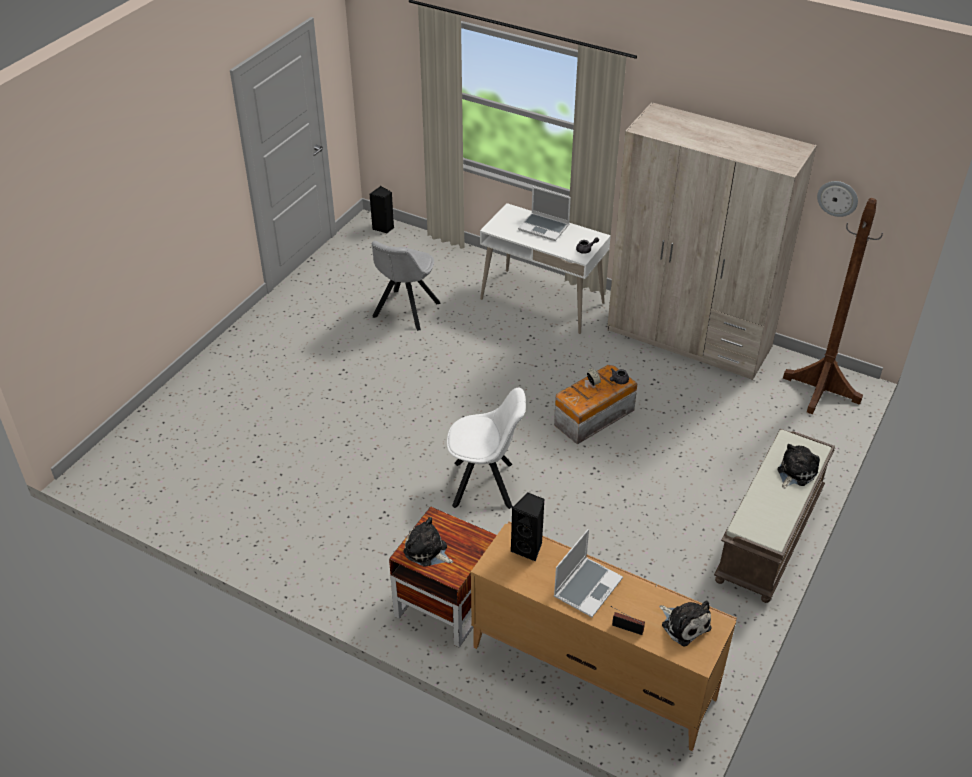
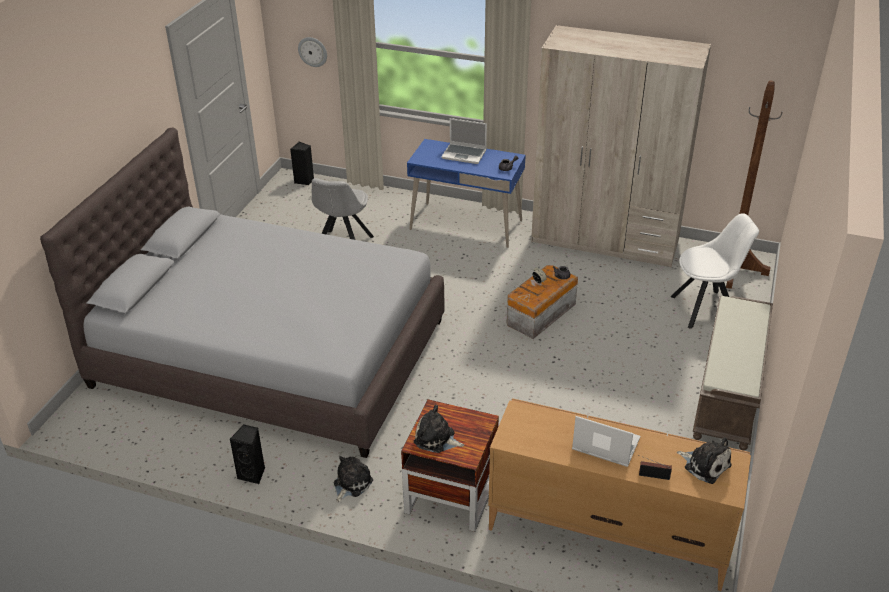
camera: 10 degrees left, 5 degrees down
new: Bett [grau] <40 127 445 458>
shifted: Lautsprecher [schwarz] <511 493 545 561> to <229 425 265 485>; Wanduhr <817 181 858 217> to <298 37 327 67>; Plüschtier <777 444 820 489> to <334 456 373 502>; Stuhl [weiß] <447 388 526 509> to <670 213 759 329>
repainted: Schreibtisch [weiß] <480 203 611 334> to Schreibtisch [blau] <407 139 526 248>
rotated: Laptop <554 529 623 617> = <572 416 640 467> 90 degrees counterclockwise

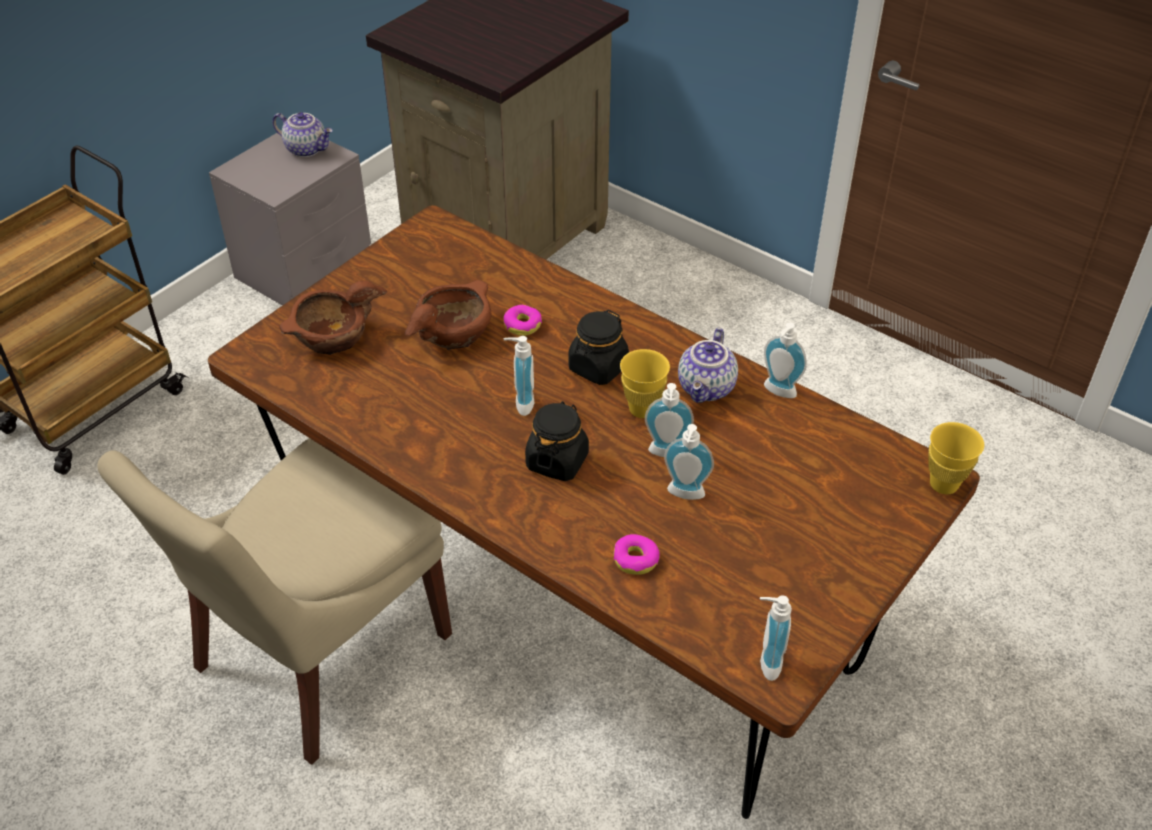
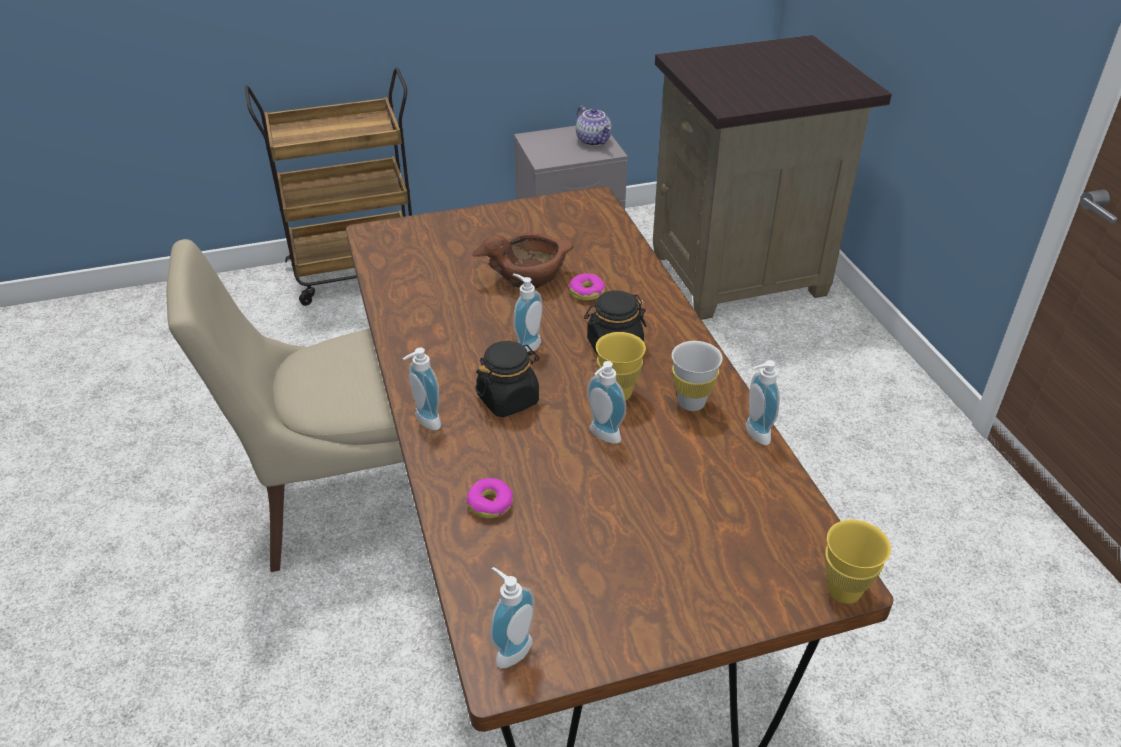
camera: 35 degrees right, 5 degrees down
gone: Schüssel [braun] <280 281 387 355>
shifted: Seifenspender <664 424 714 500> to <403 347 441 430>
swapped: Teekanne <678 328 738 403> to Tasse [weiß] <672 341 723 411>

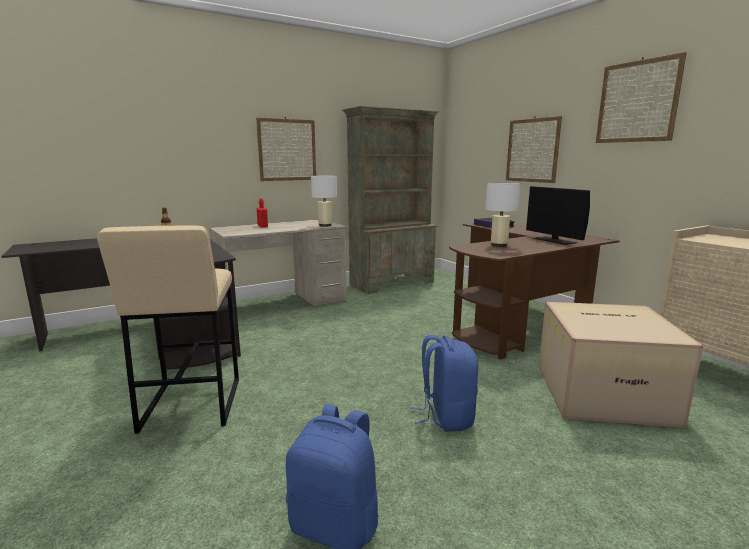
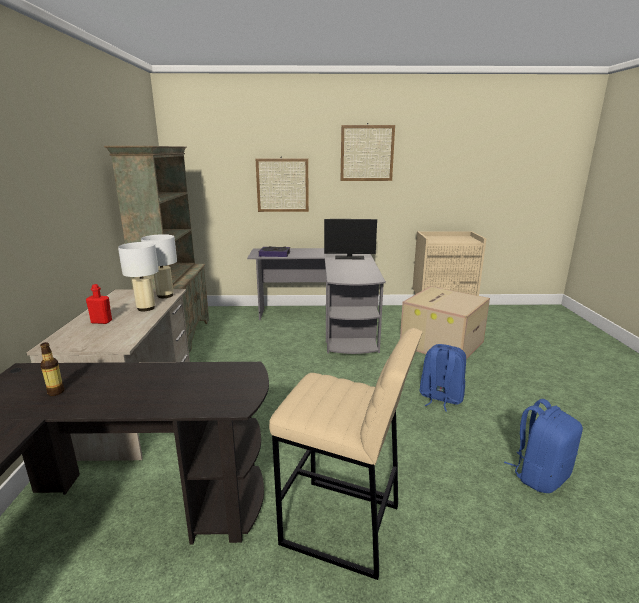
camera: 60 degrees left, 5 degrees up
gone: Bild <256 117 316 181>
shifted: Tischlampe [weiß] <486 183 521 247> to <118 242 159 311>
repainted: Schreibtisch [braun] <449 223 620 360> to Schreibtisch [grau] <247 248 386 354>

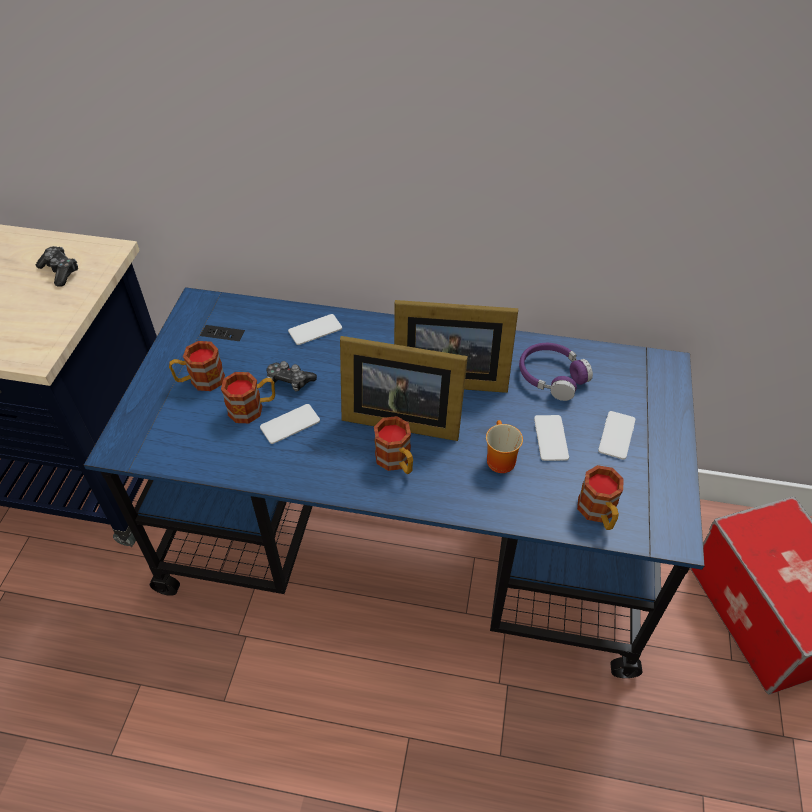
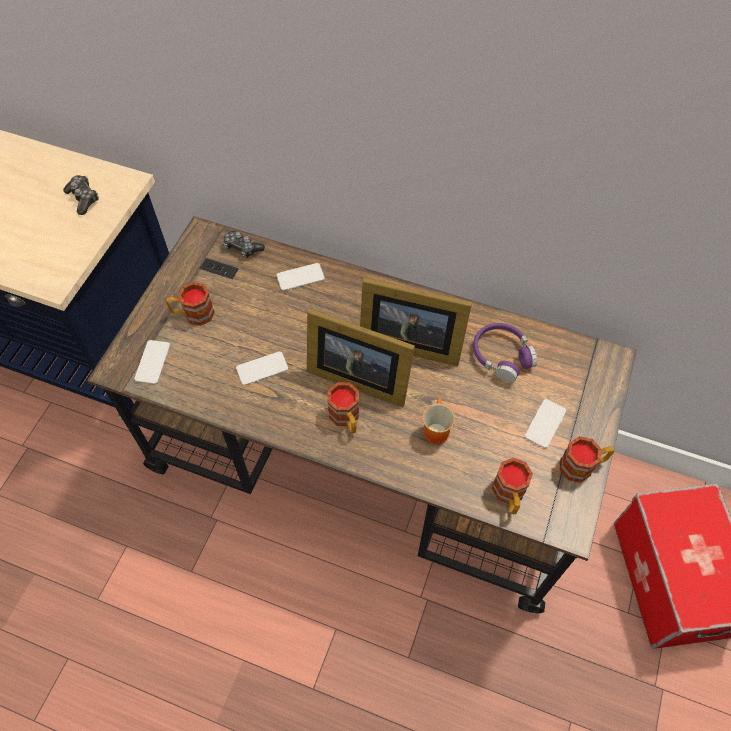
camera: 10 degrees right, 10 degrees up
shifted: Handy <534 415 569 461> to <134 340 170 384>; Gamepad <267 361 317 391> to <223 231 265 258>; Henkelbecher <221 372 275 423> to <559 436 614 483>
repainted: Schreibtisch [blau] <84 287 705 678> to Schreibtisch [braun] <87 217 637 613>

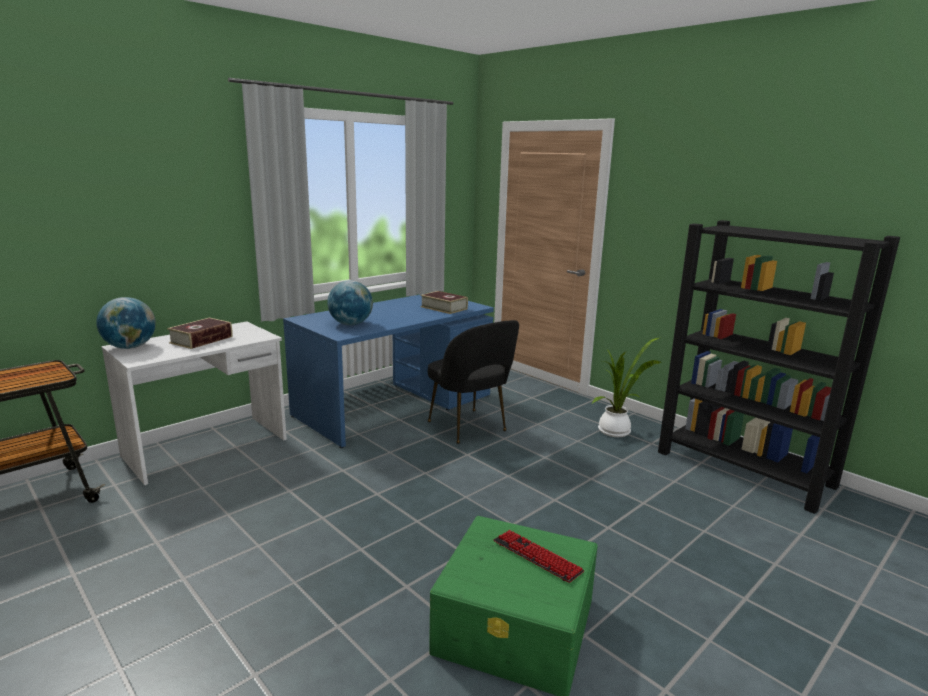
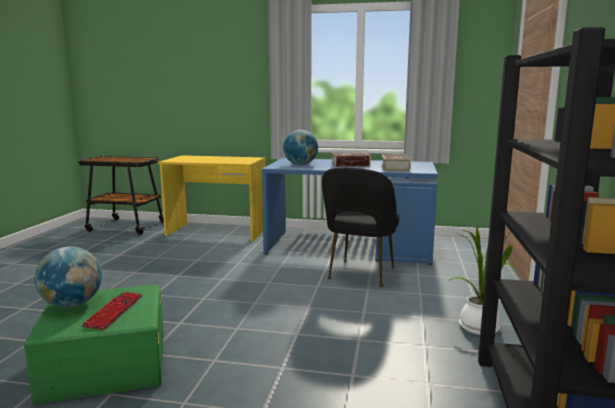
camera: 55 degrees right, 5 degrees down
shifted: Globus <96 297 156 349> to <35 246 102 308>; Buch <167 318 233 349> to <331 152 371 167>
repainted: Schreibtisch [weiß] <101 321 287 485> to Schreibtisch [gelb] <158 155 265 241>

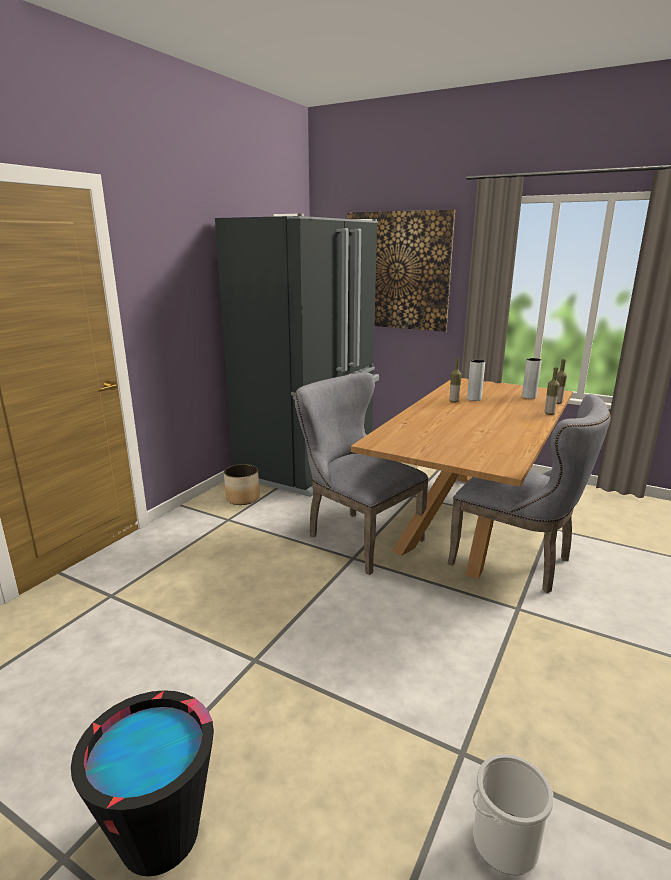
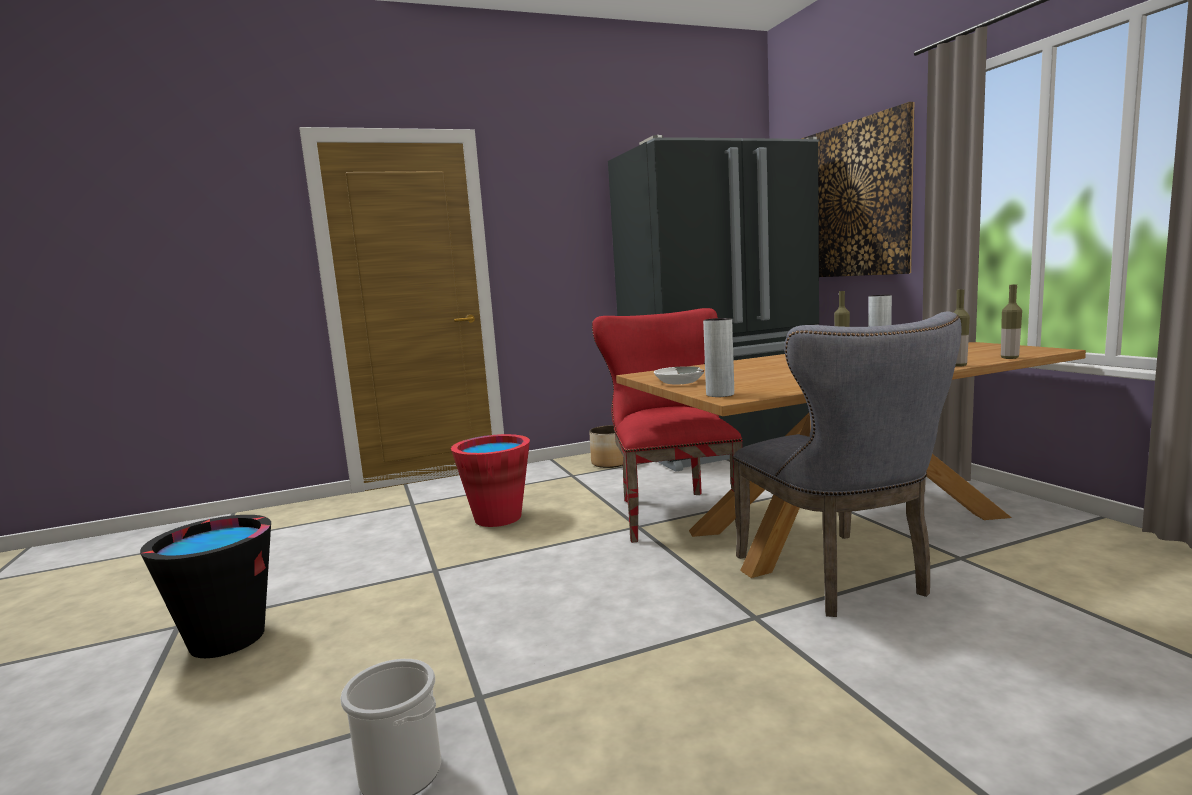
camera: 40 degrees right, 10 degrees down
new: Eimer [rot] <451 434 530 527>; Schüssel [weiß] <654 366 704 384>
shifted: Vase [grau] <522 358 542 399> to <703 318 734 397>
repainted: Stuhl [grau] <295 372 429 575> to Stuhl [rot] <592 308 743 543>

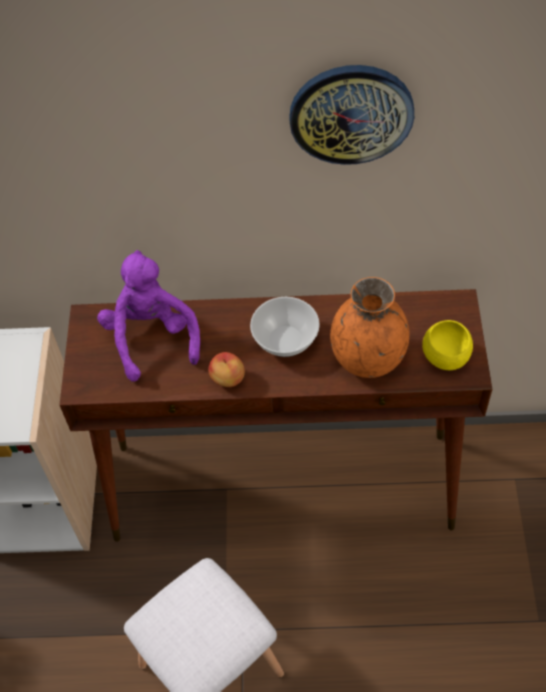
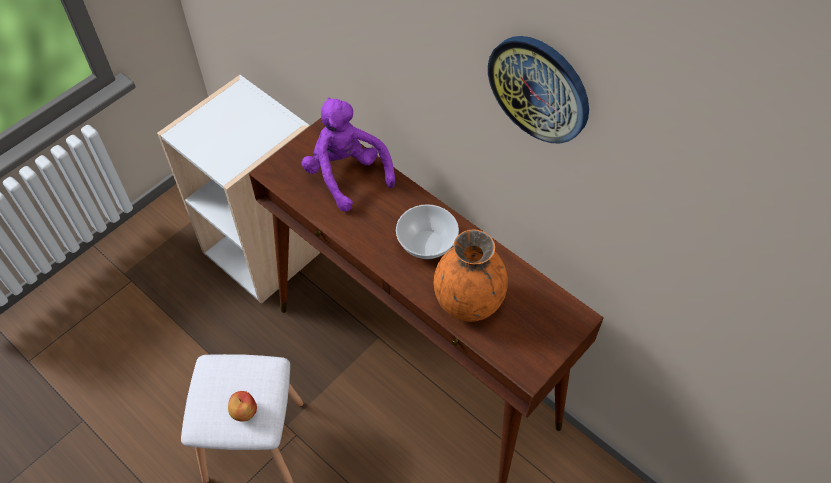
camera: 40 degrees right, 0 degrees up
gone: Schüssel [gelb] <422 320 473 370>
shifted: Apfel <208 352 245 387> to <228 391 257 421>
rotated: Plüschtier [lila] <97 250 200 382> = <302 97 395 212> 60 degrees counterclockwise

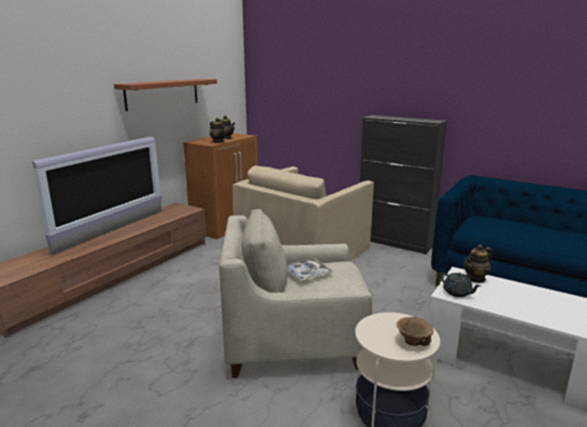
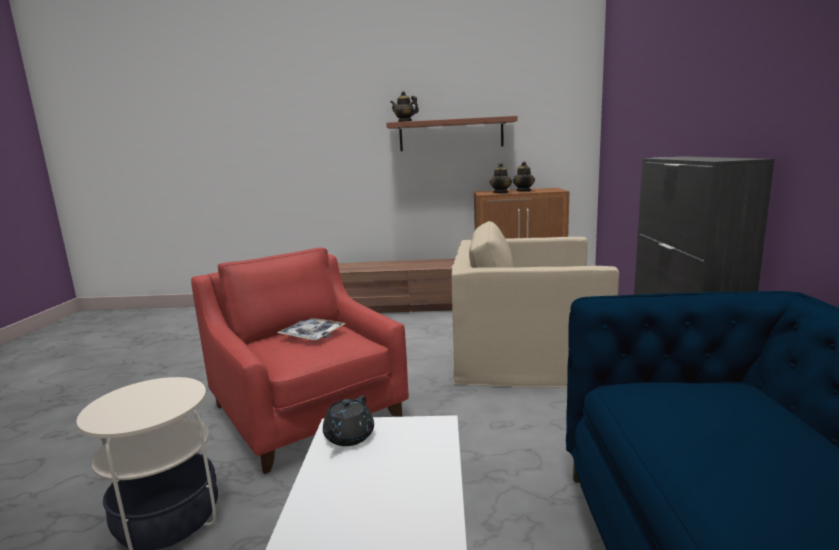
camera: 60 degrees right, 5 degrees down
gone: Fernseher <32 137 162 256>; Schüssel [braun] <396 317 433 346>
shifted: Teekanne <464 244 492 283> to <390 91 419 122>
repainted: Sessel [beige] <219 209 372 378> to Sessel [rot] <191 247 409 474>

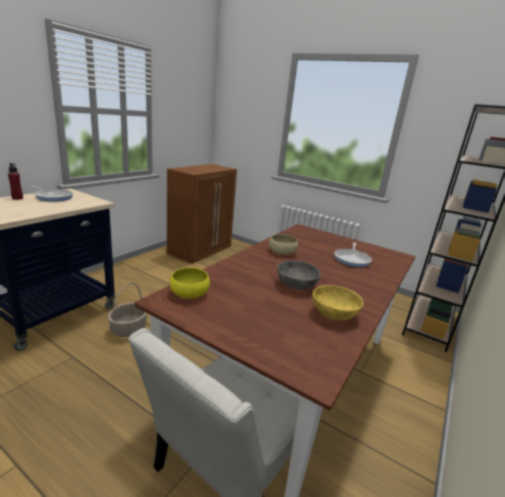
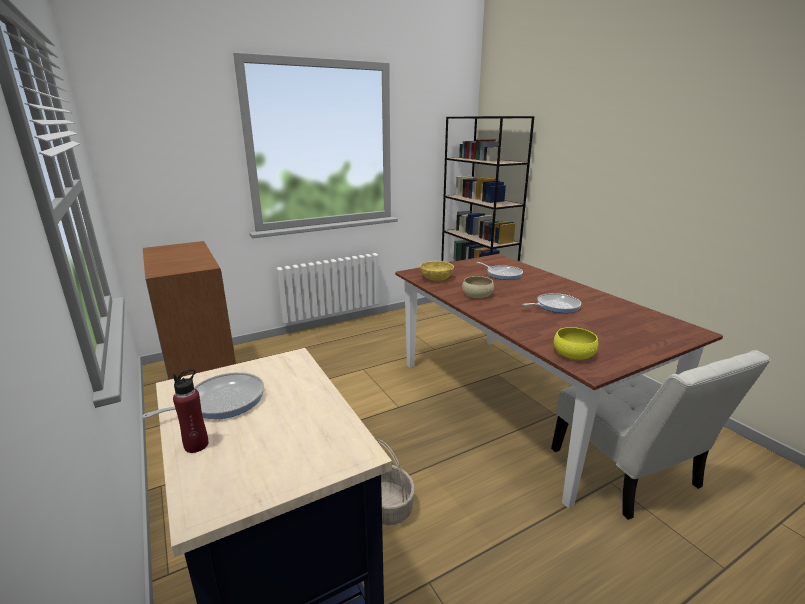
camera: 60 degrees left, 0 degrees up
shifted: Schüssel [gelb] <312 285 363 321> to <420 261 454 281>
swapped: Schüssel [grau] <278 261 321 290> to Pfanne <522 293 581 313>

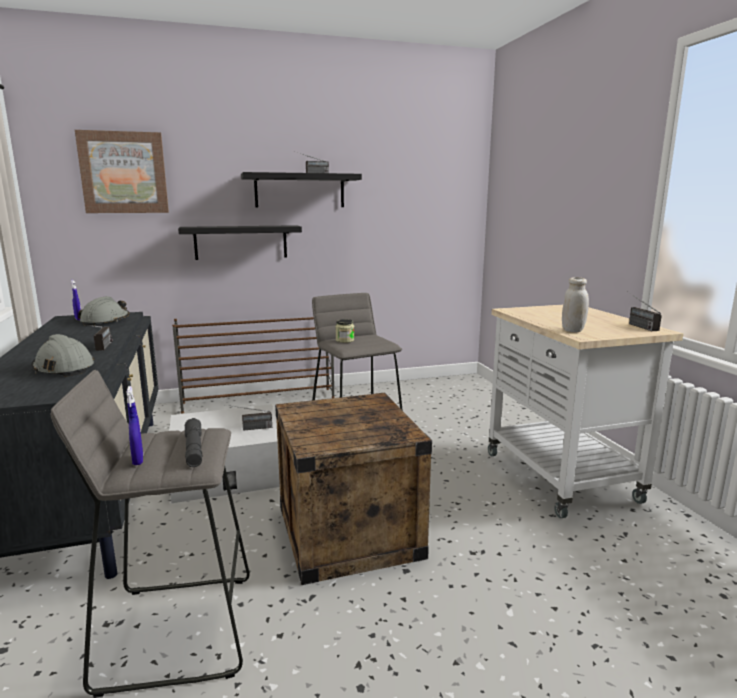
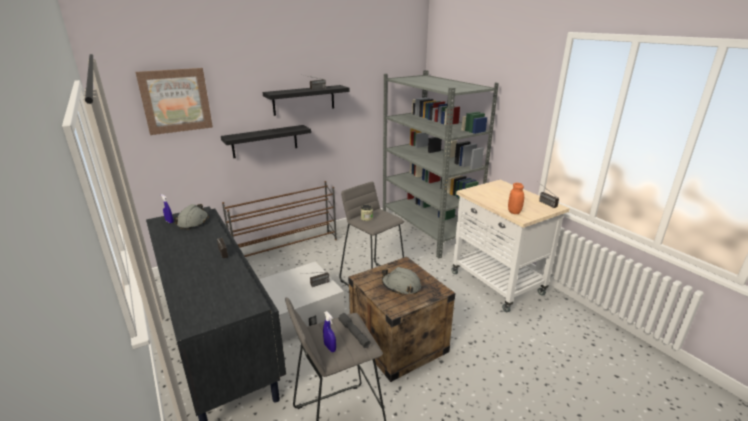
camera: 15 degrees left, 10 degrees up
new: Bücherregal [grau] <383 70 499 258>
shifted: Schutzhelm [grau] <31 334 94 377> to <381 267 421 294>
repainted: Vorratsglas [weiß] <562 277 589 332> to Vorratsglas [orange] <508 183 524 214>

